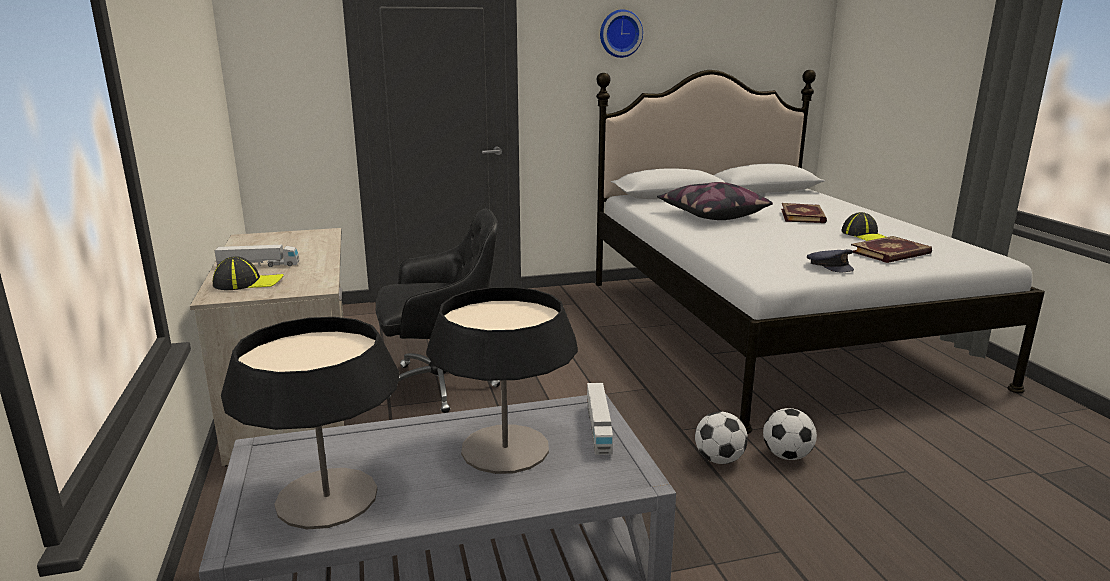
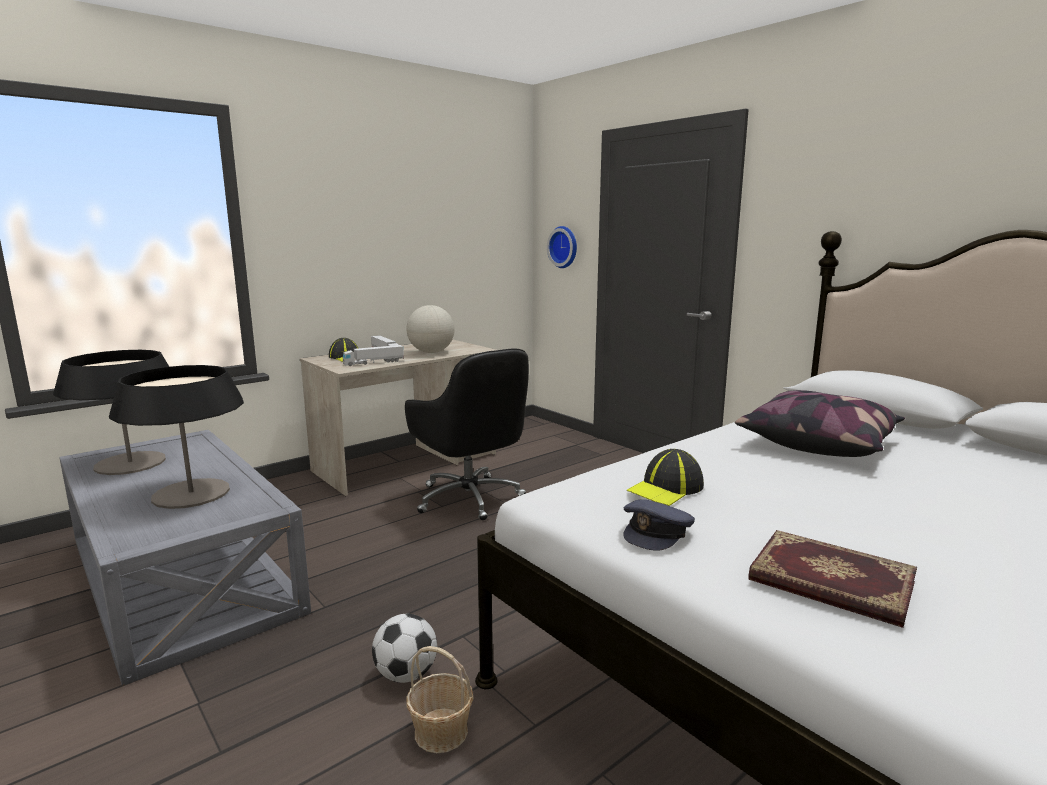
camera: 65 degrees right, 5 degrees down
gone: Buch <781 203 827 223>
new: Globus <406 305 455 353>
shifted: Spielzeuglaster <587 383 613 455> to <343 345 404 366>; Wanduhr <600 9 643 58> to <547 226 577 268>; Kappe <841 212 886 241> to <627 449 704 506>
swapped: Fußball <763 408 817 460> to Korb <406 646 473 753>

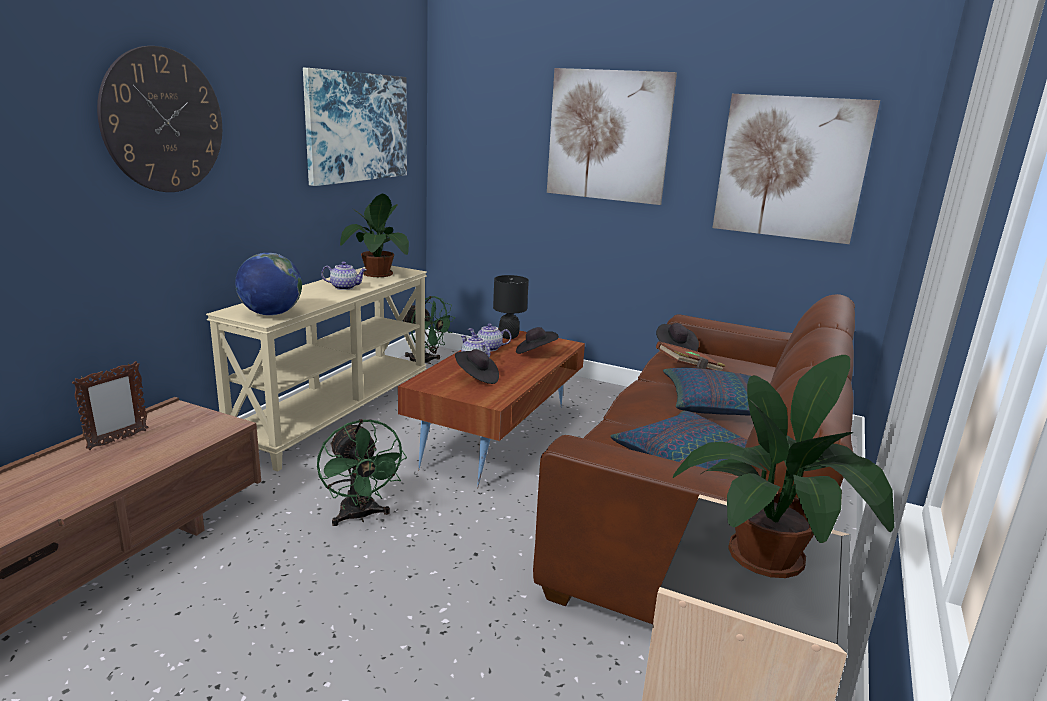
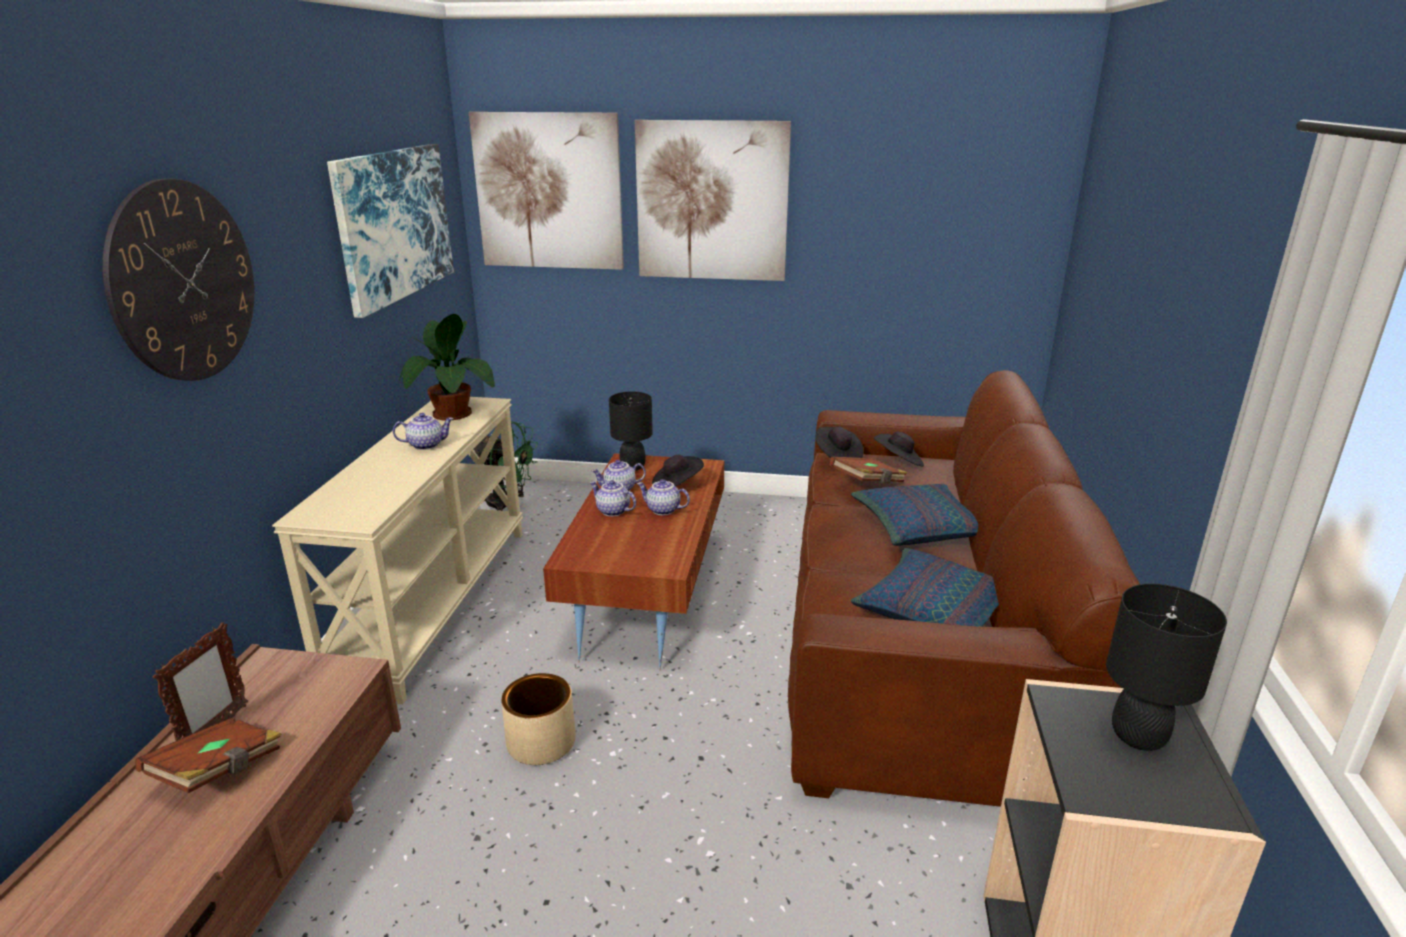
camera: 15 degrees left, 5 degrees up
gone: Globus <235 253 302 316>
new: Buch [braun] <135 718 282 793>; Teekanne <637 479 690 515>
shifted: Bild <713 94 880 244> to <469 112 624 270>; Hut [schwarz] <455 349 499 384> to <874 431 924 466>
swapped: Ventilator [grün] <317 419 407 526> to Pflanzkübel [beige] <501 673 576 765>; Topfpflanze <673 355 894 578> to Tischlampe [schwarz] <1106 584 1227 751>

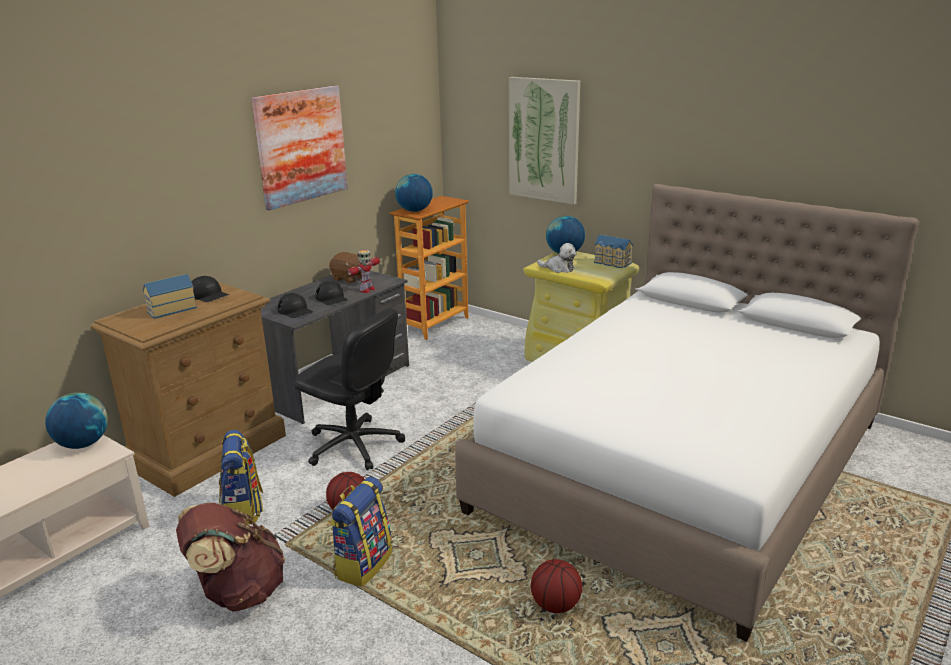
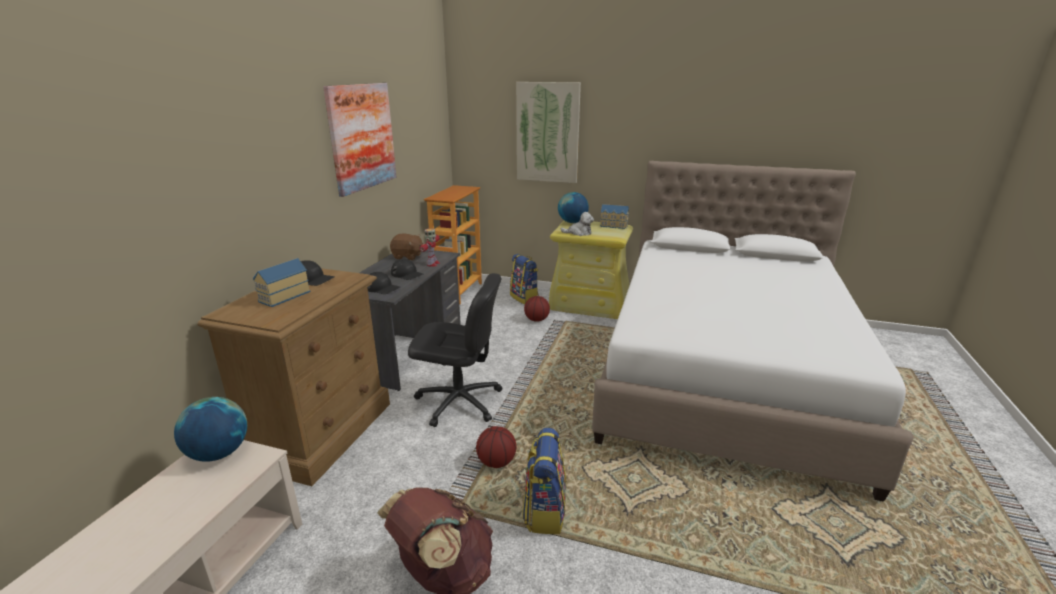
camera: 20 degrees left, 0 degrees up
gone: Globus <395 174 433 212>
shifted: Rucksack <219 430 263 525> to <510 254 539 305>; Basketball <531 559 582 613> to <524 296 550 322>

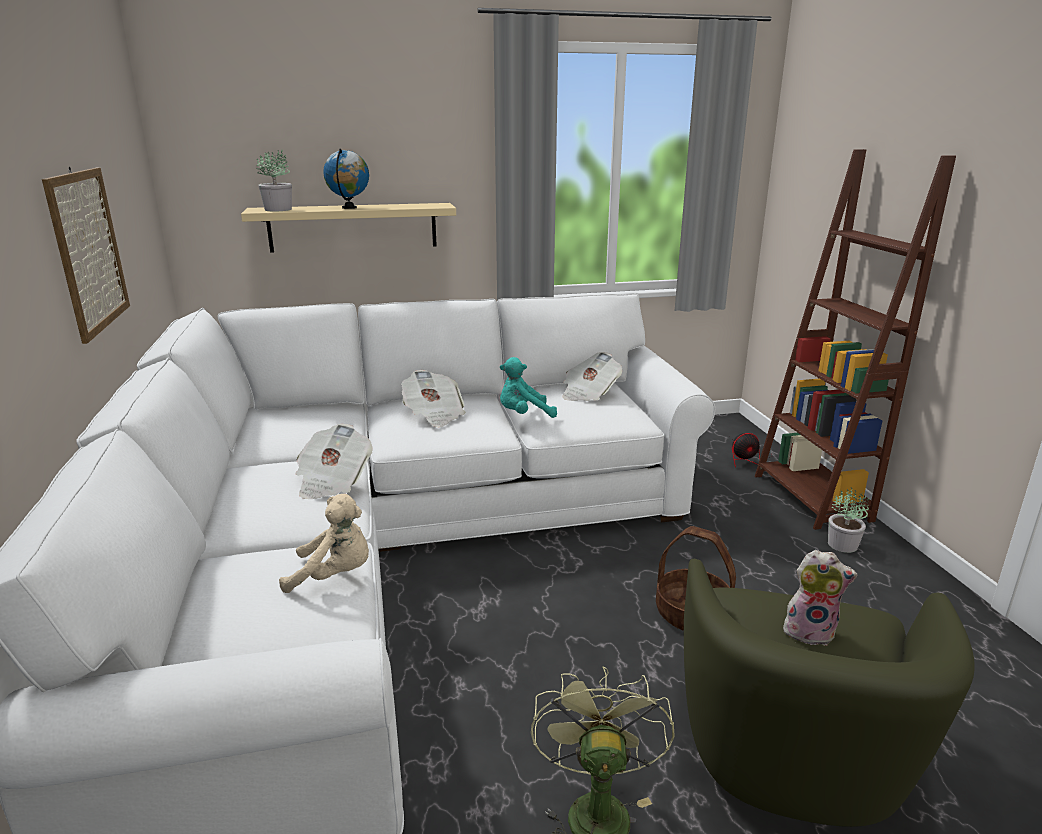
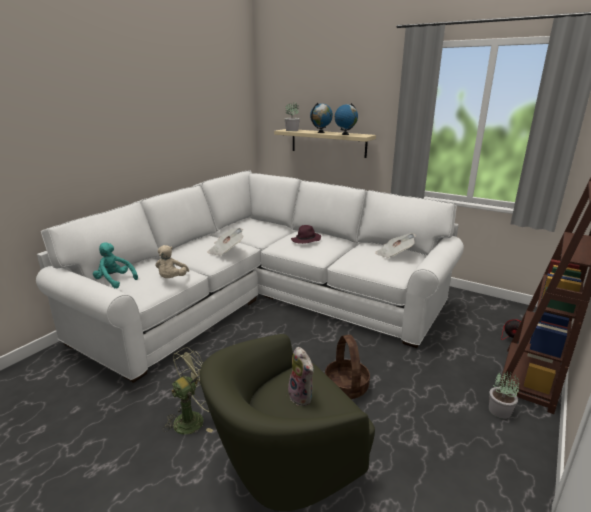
camera: 45 degrees right, 0 degrees up
gone: Bild <42 167 130 344>
new: Globus <335 103 358 135>
shifted: Plüschtier [türkis] <500 357 557 418> to <93 243 138 288>
swapped: Zeitung <401 370 466 427> to Hut [lila] <291 225 321 244>
rotated: Plüschtier [beige] <279 494 369 593> = <155 245 189 278> 45 degrees clockwise

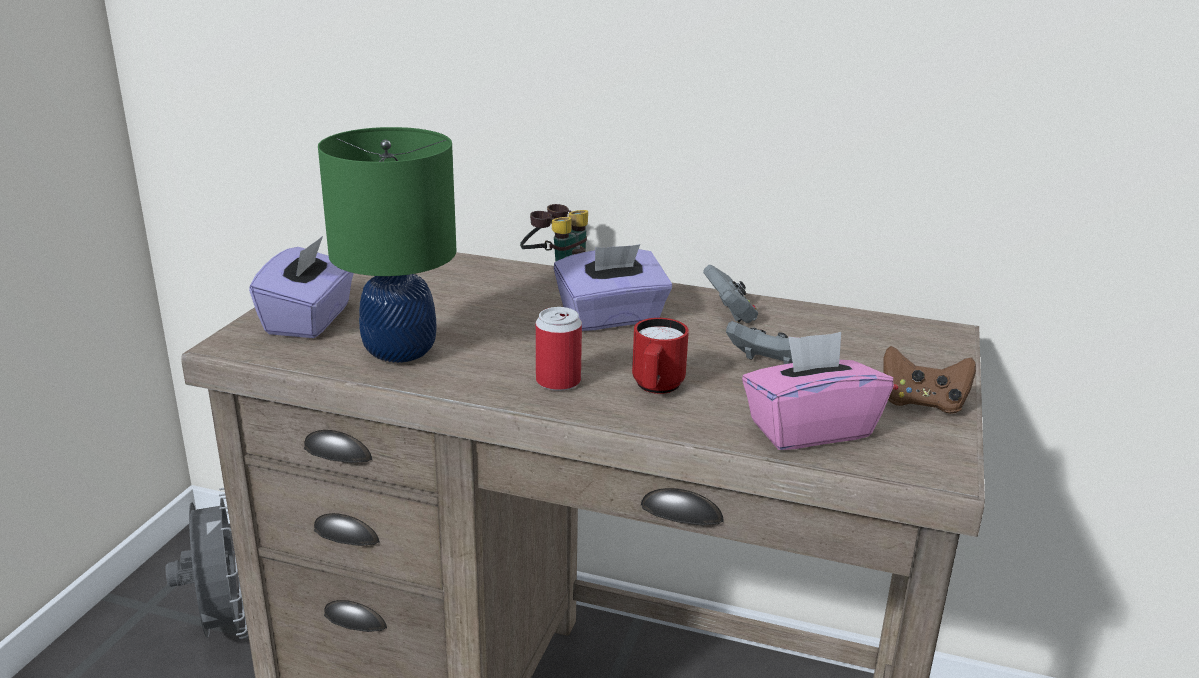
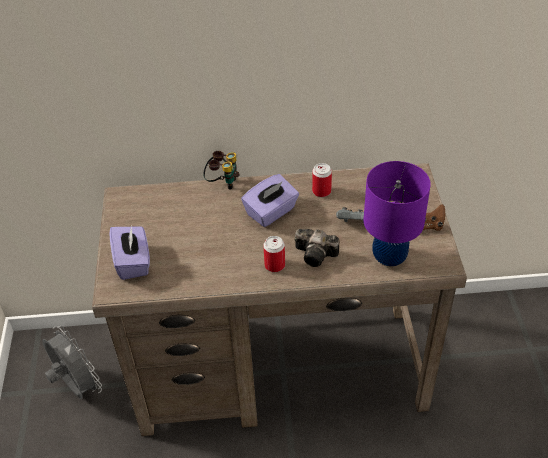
camera: 20 degrees left, 20 degrees up
gone: Tischlampe [grün] <318 127 457 363>
swapped: Henkelbecher [rot] <632 318 689 394> to Kamera <294 229 339 267>; Gamepad [grau] <703 265 758 323> to Dose <312 163 332 197>; Taschentuchbox [rosa] <742 332 894 450> to Tischlampe [lila] <364 161 431 266>

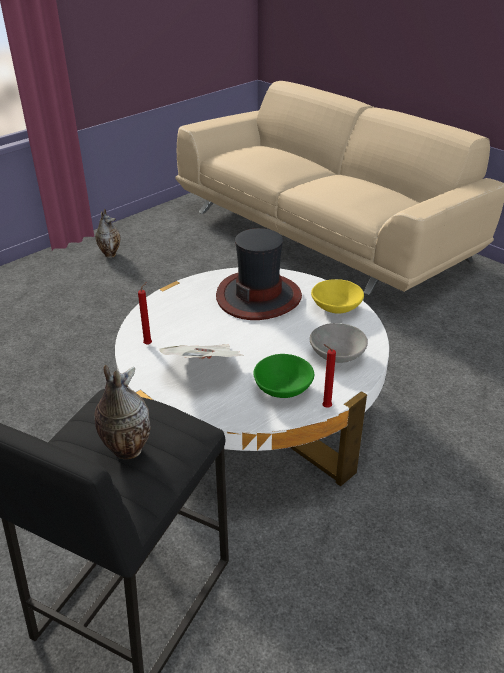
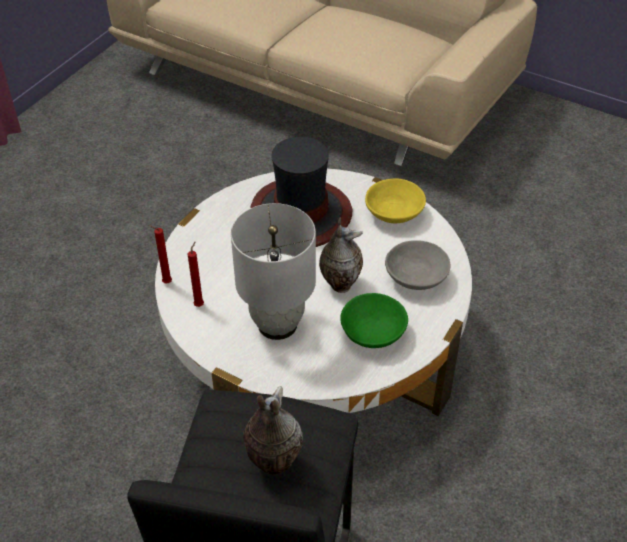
camera: 15 degrees left, 10 degrees up
shifted: Kerze [rot] <322 344 336 408> to <148 225 172 284>; Vase <95 209 121 258> to <319 217 363 293>
swapped: Zeitung <159 344 243 359> to Tischlampe [weiß] <231 203 316 340>

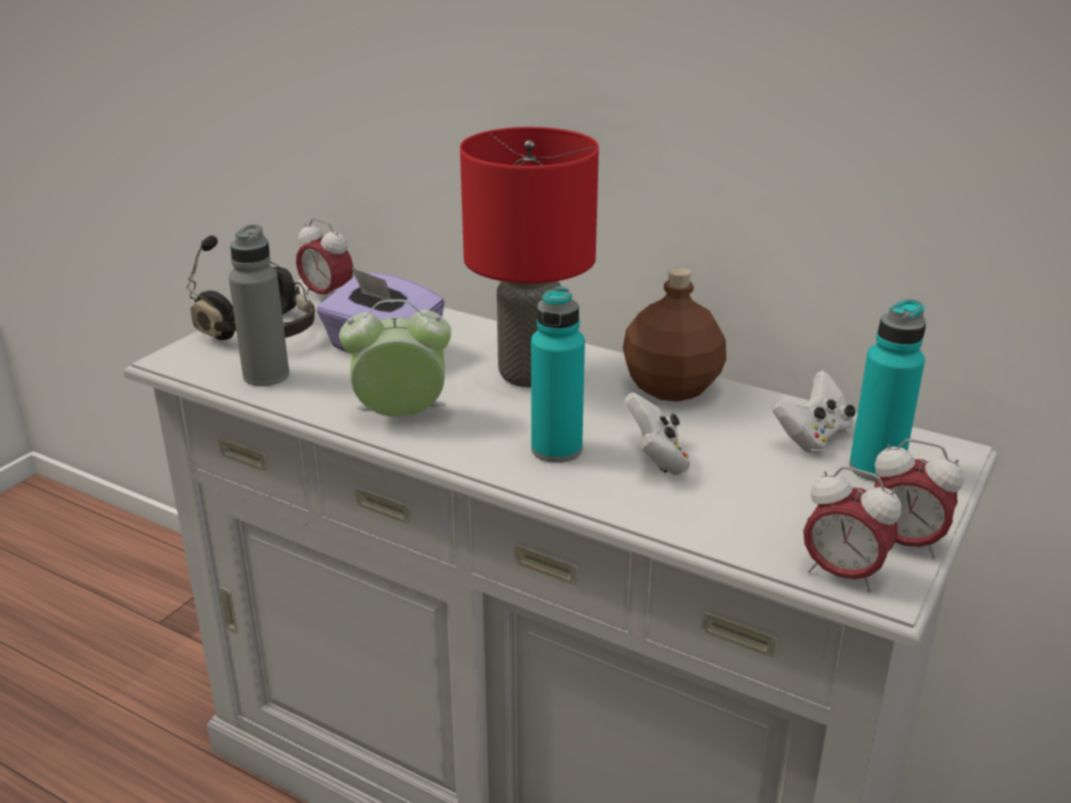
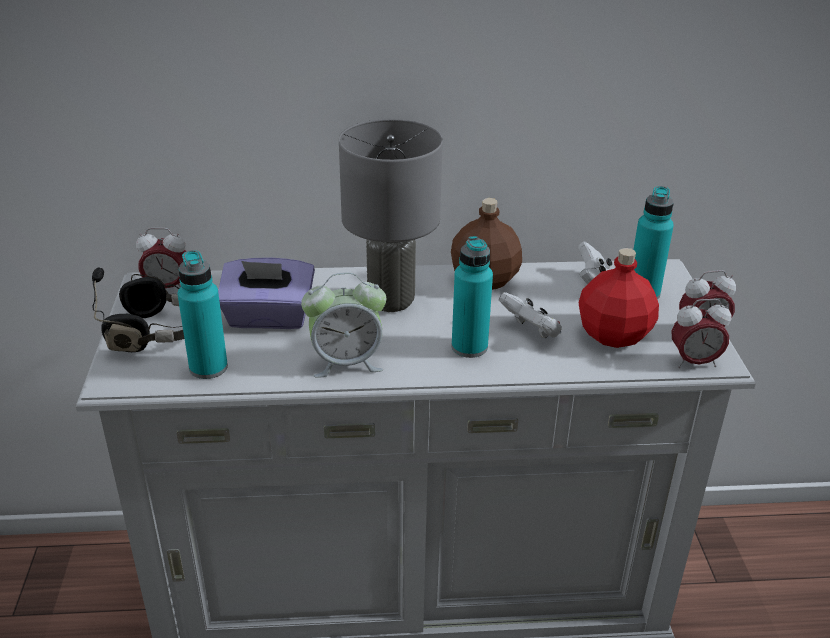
camera: 35 degrees left, 5 degrees up
new: Flasche [rot] <579 248 659 348>
repainted: Flasche [grau] <229 224 289 386> to Flasche [türkis] <177 250 228 379>; Tischlampe [rot] <460 127 599 388> to Tischlampe [grau] <339 119 443 312>
rotated: Wecker <339 299 451 417> = <301 272 386 378> 150 degrees counterclockwise

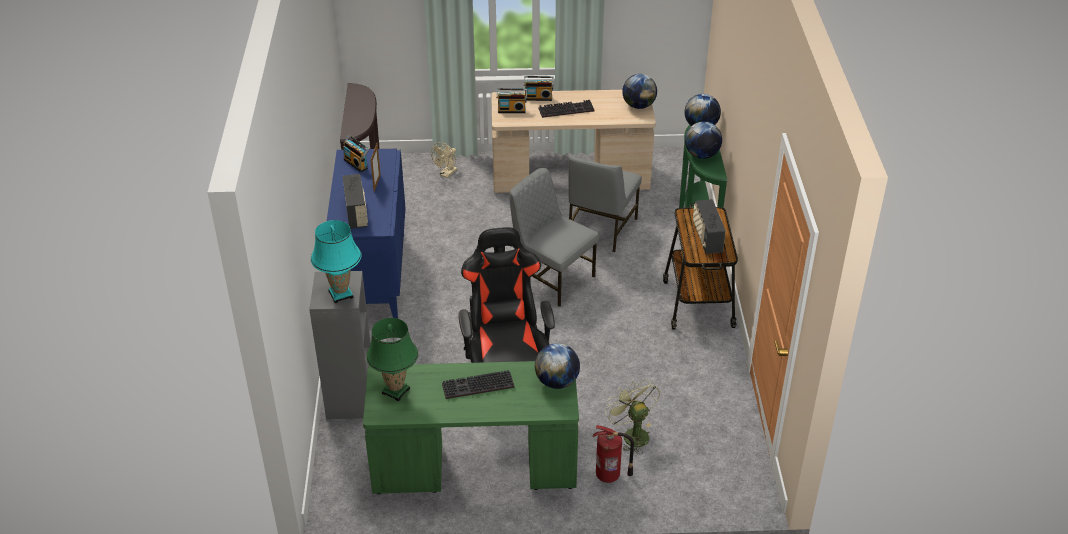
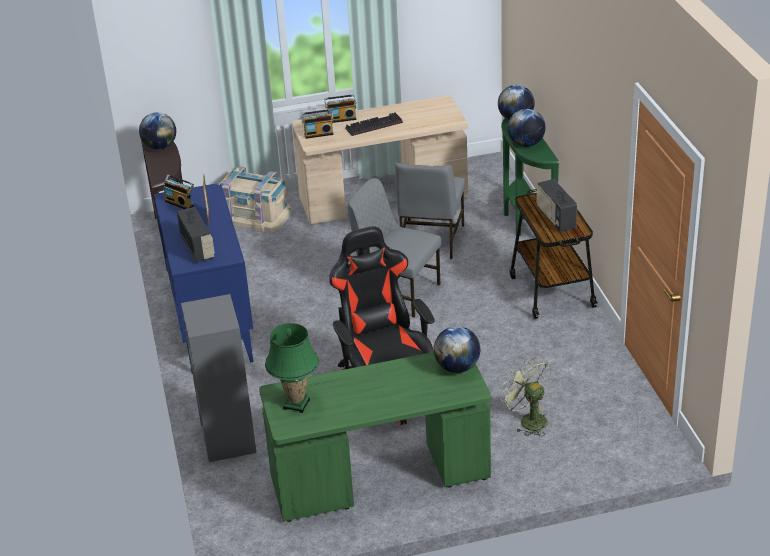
camera: 10 degrees left, 5 degrees down
gone: Tischlampe [türkis] <311 220 362 303>; Tastatur <442 370 515 399>; Feuerlöscher <593 425 634 483>
shifted: Globus <622 74 657 109> to <139 112 176 149>
swapped: Ventilator [beige] <431 142 457 178> to Aufbewahrungsbox [beige] <219 167 292 232>

